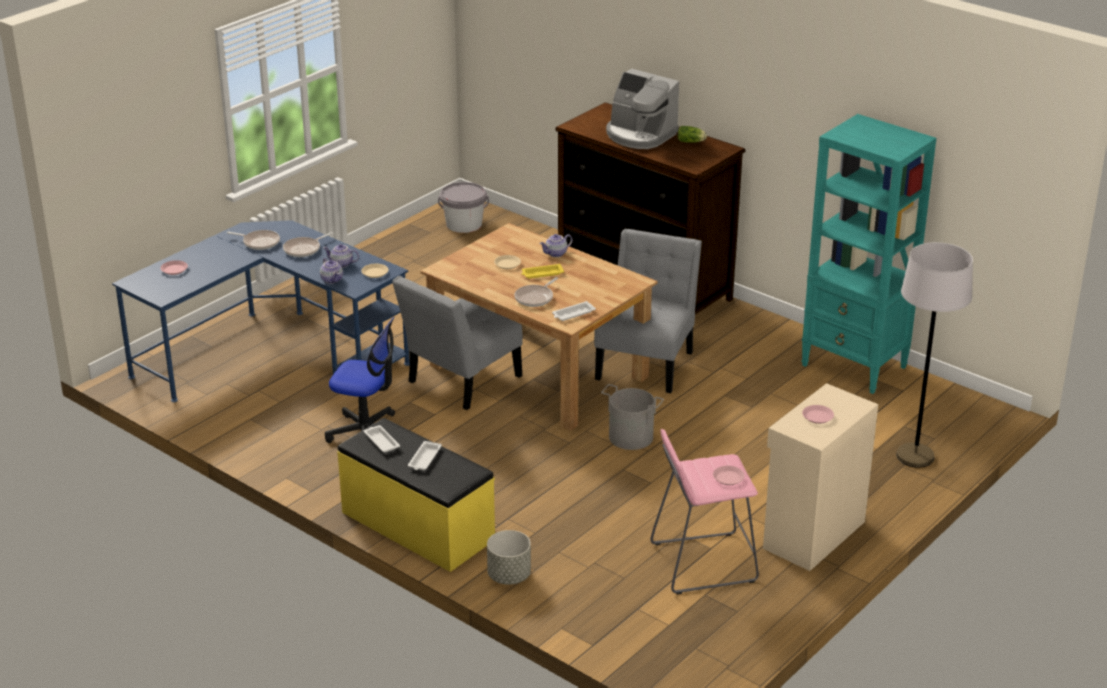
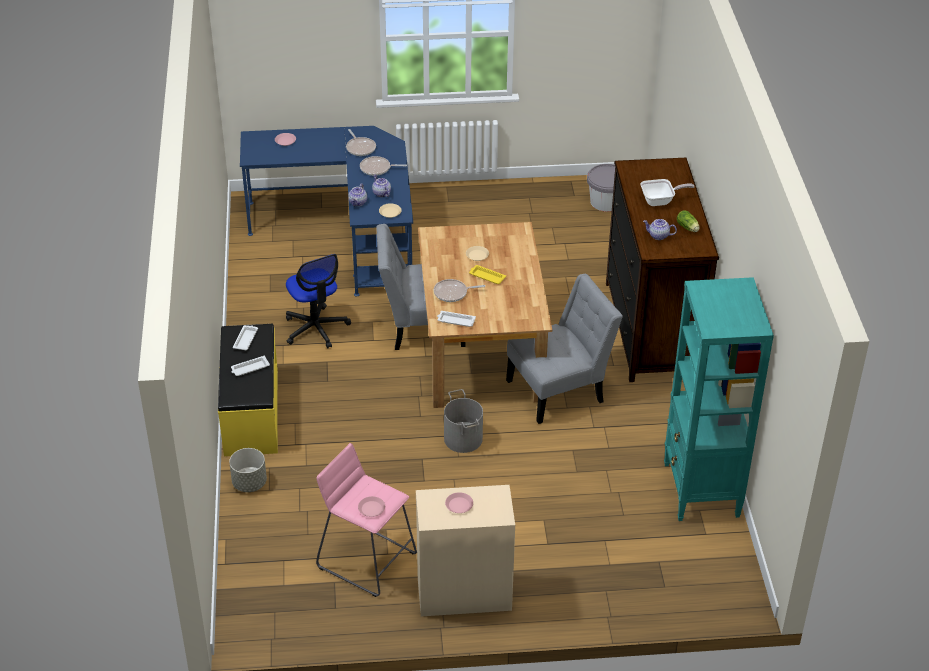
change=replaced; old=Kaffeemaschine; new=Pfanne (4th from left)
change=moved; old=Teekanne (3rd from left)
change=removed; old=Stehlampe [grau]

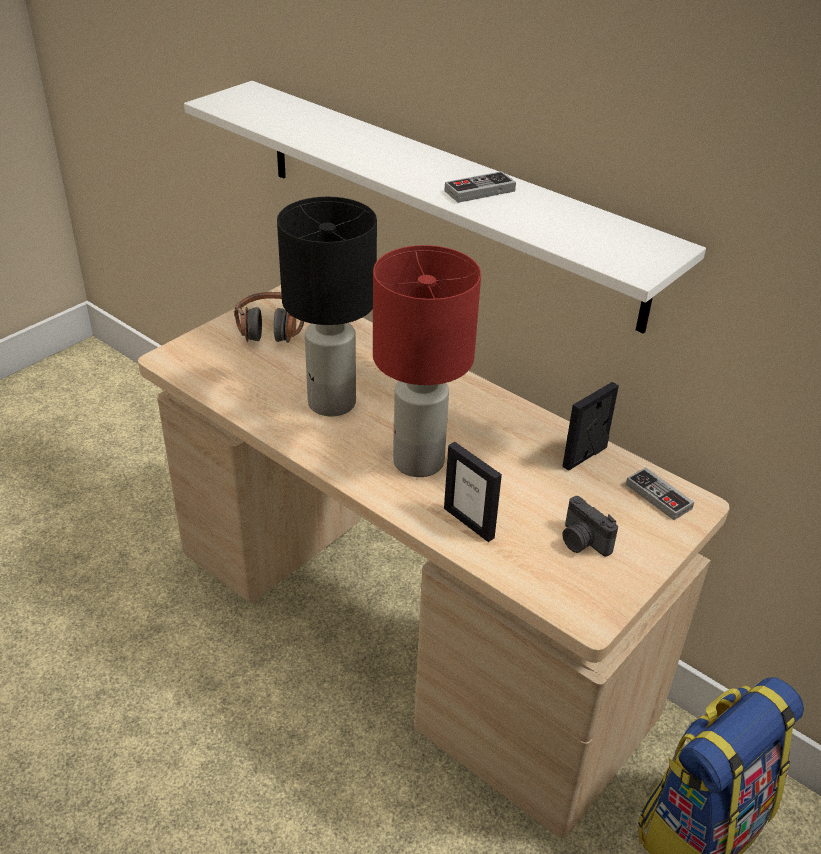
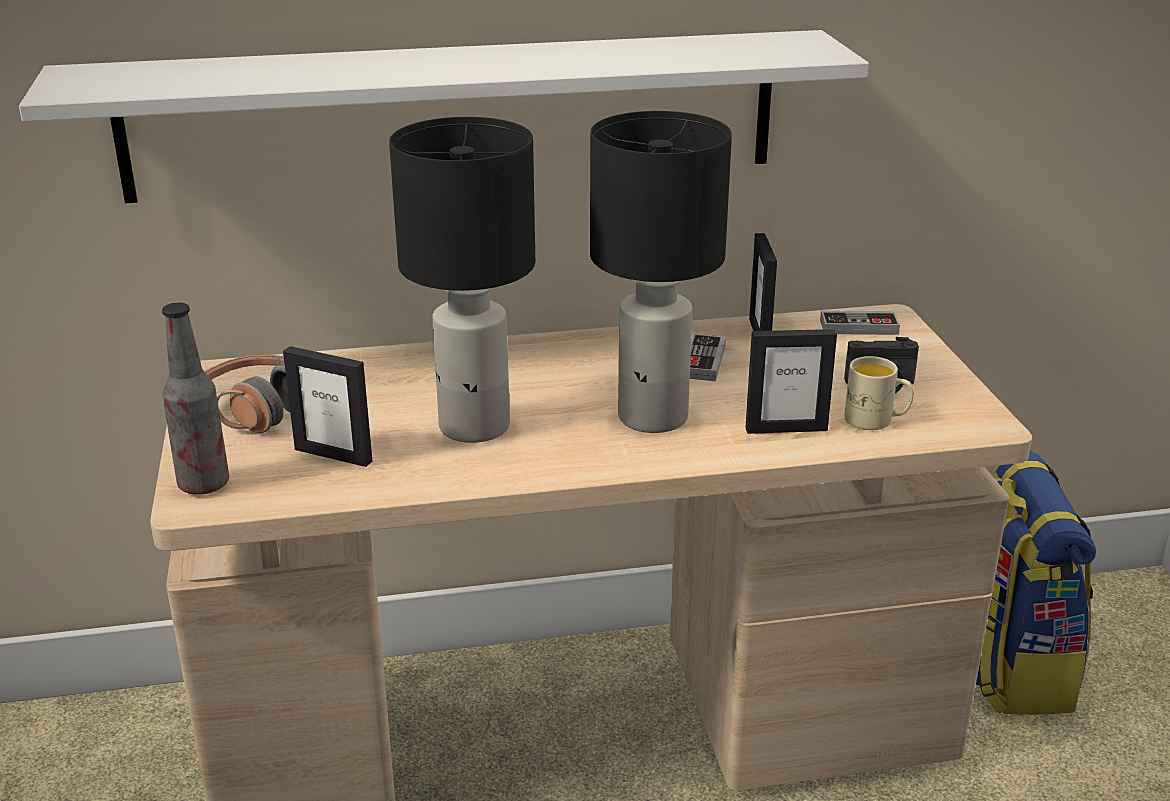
change=moved; old=Gamepad (1st from left)
change=recoloured; old=Tischlampe [rot]; new=Tischlampe [schwarz] (2nd from left)
change=added; new=Flasche
change=added; new=Bilderrahmen (1st from left)
change=added; new=Henkelbecher [beige]

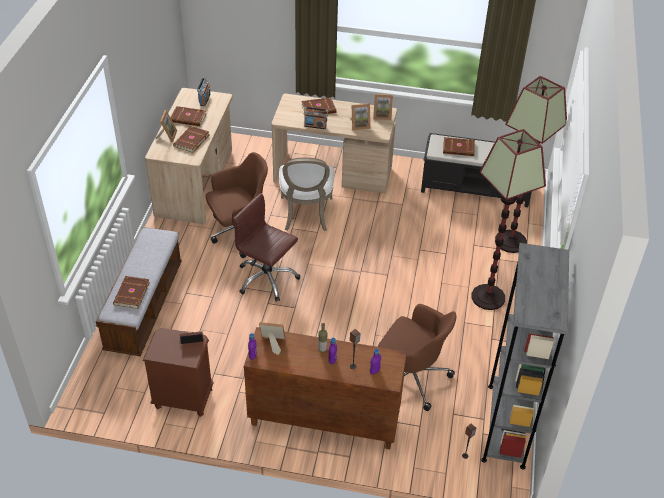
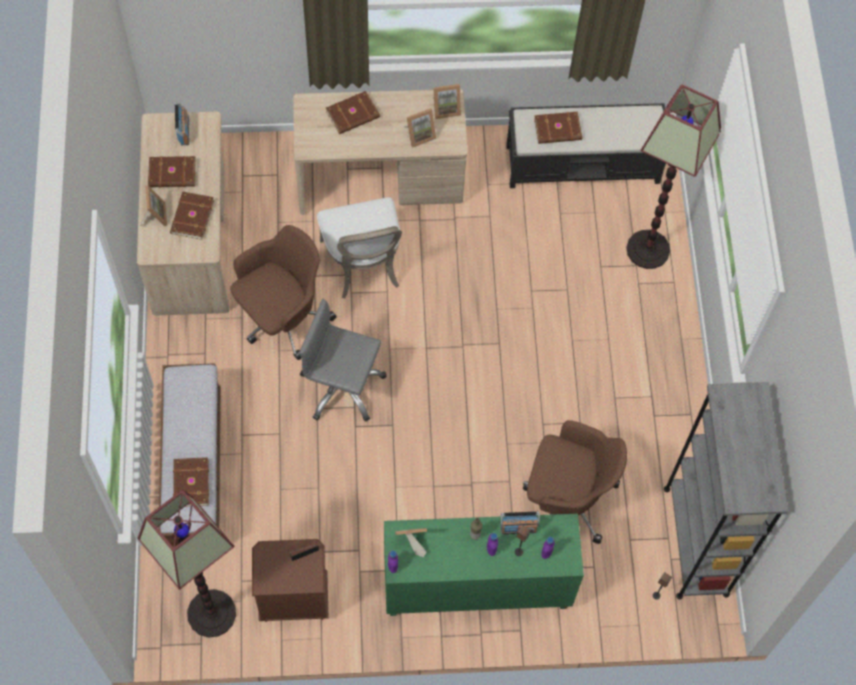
change=moved; old=Radio (3rd from left)
change=moved; old=Stehlampe (1st from left)
change=recoloured; old=Bürostuhl [braun] (2nd from left); new=Bürostuhl [grau]
change=recoloured; old=Schrank [braun]; new=Schrank [grün]

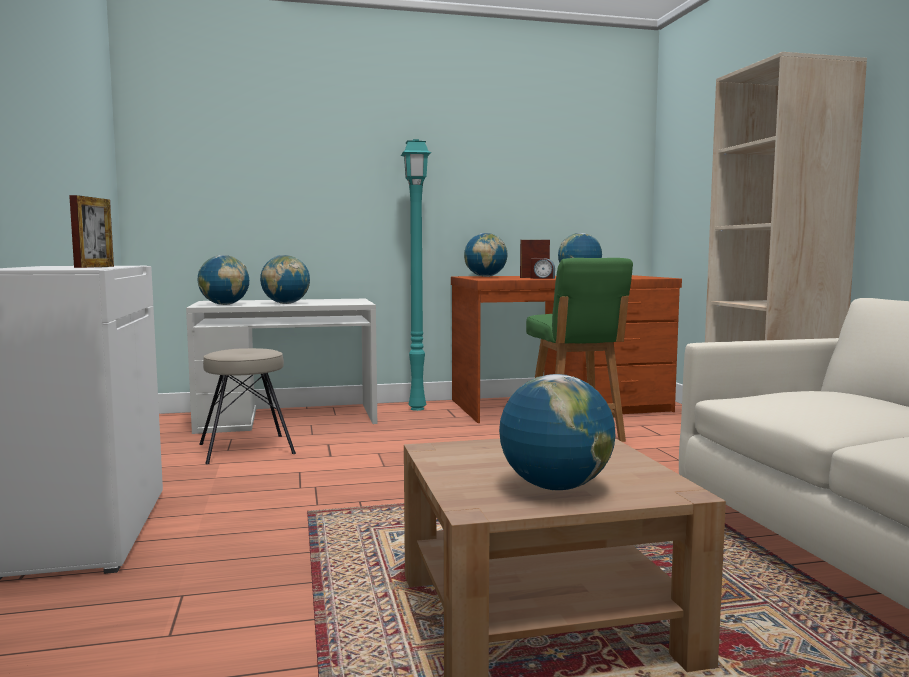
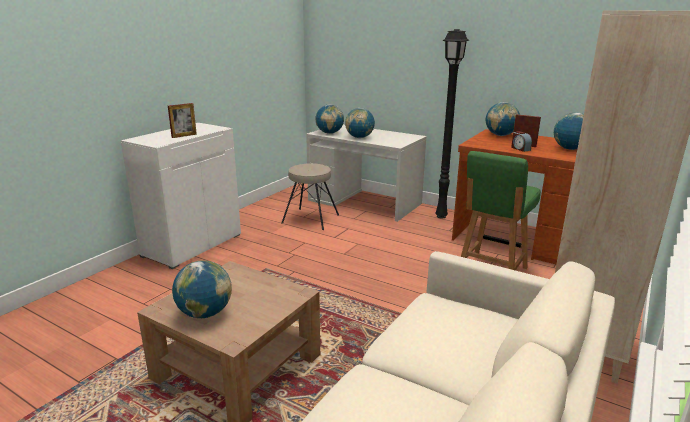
change=recoloured; old=Stehlampe [türkis]; new=Stehlampe [schwarz]

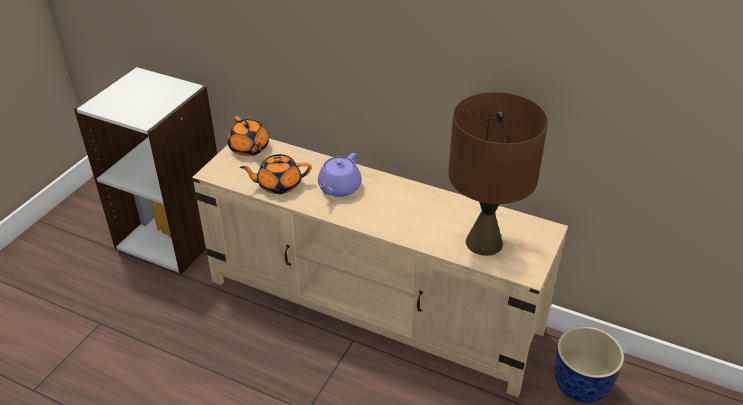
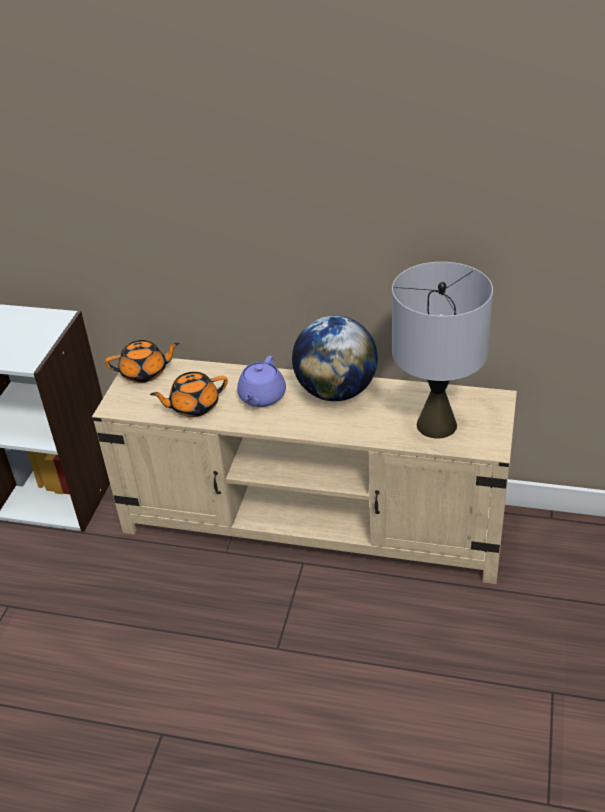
change=recoloured; old=Tischlampe [braun]; new=Tischlampe [grau]
change=turned; old=Teekanne [orange] (1st from left); degrees=-60
change=removed; old=Pflanzkübel
change=added; new=Globus

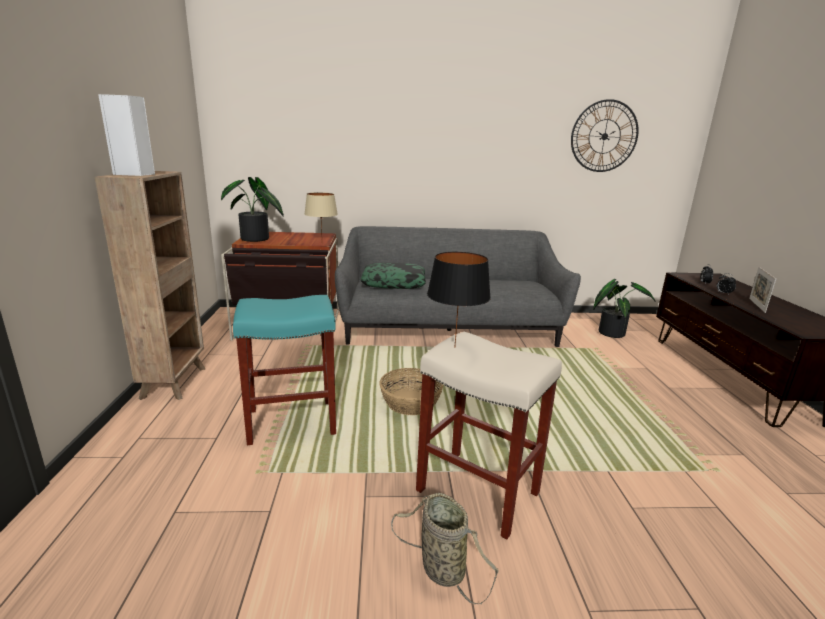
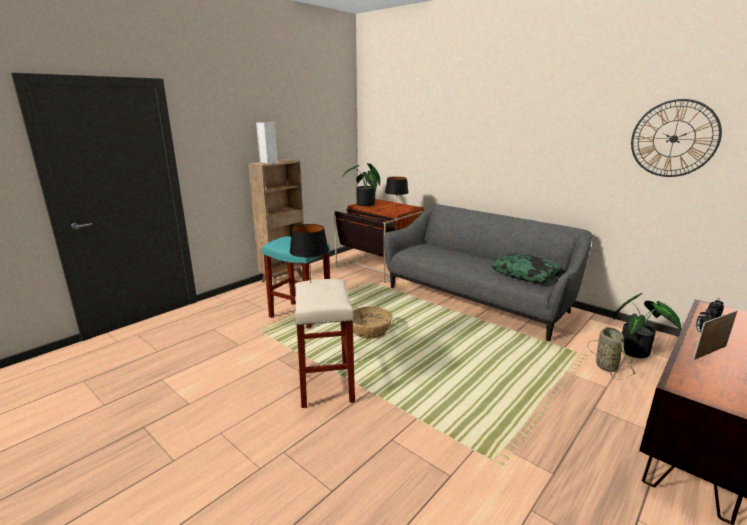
change=recoloured; old=Tischlampe [beige]; new=Tischlampe [schwarz] (2nd from left)
change=moved; old=Kissen
change=moved; old=Korb (2nd from left)

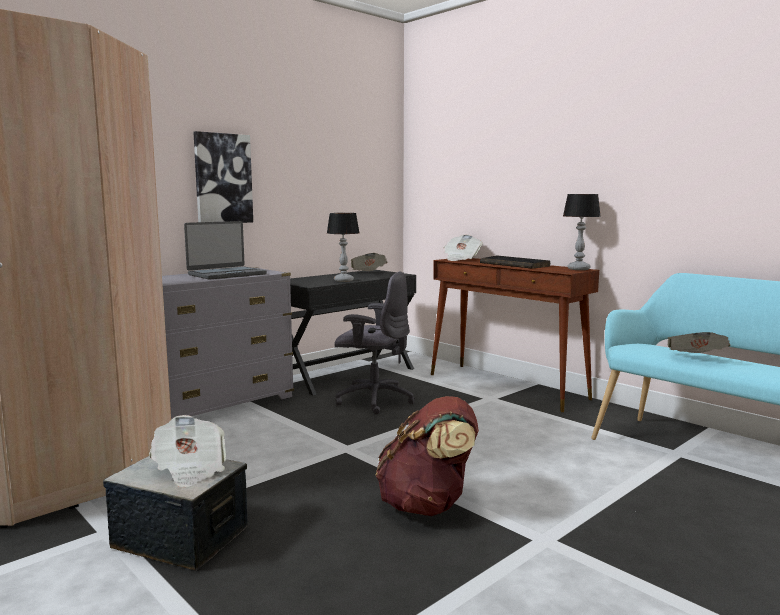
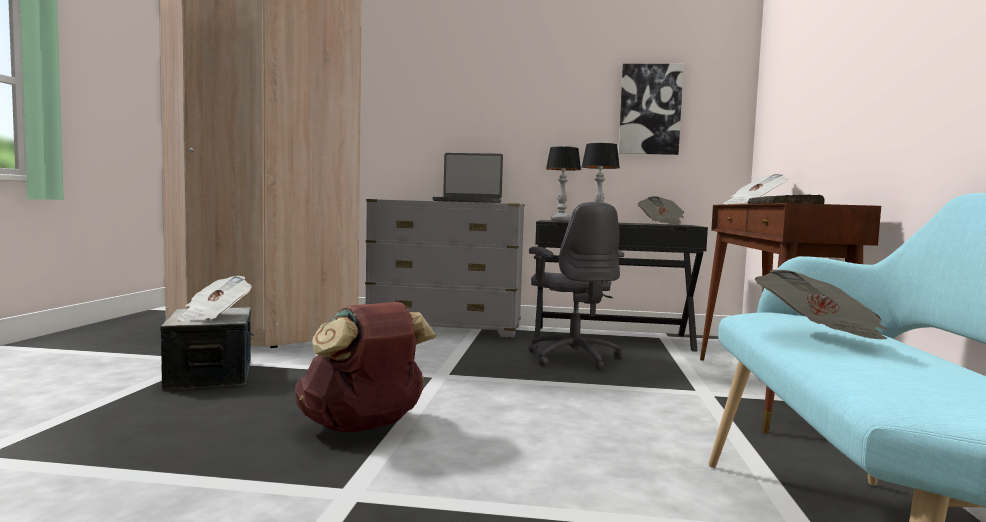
change=moved; old=Bild
change=moved; old=Tischlampe (2nd from left in the first image); new=Tischlampe (1st from left)

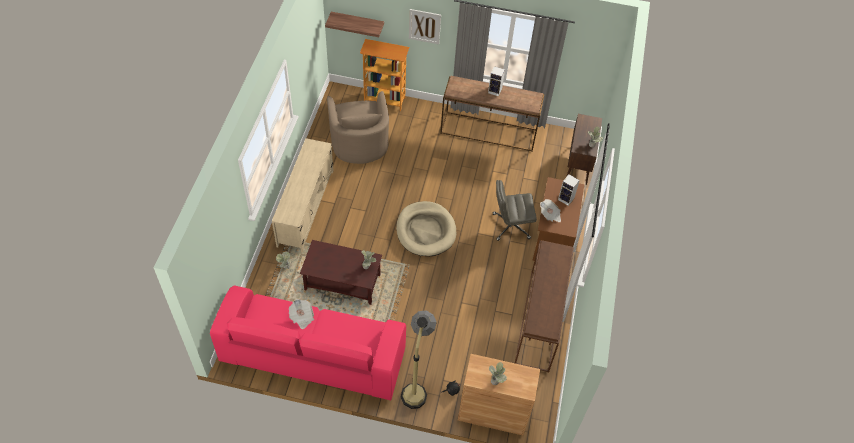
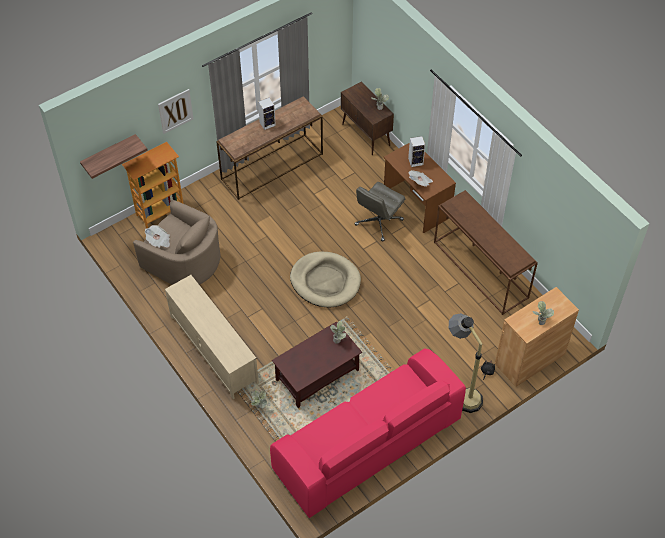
change=moved; old=Zeitung (1st from left)

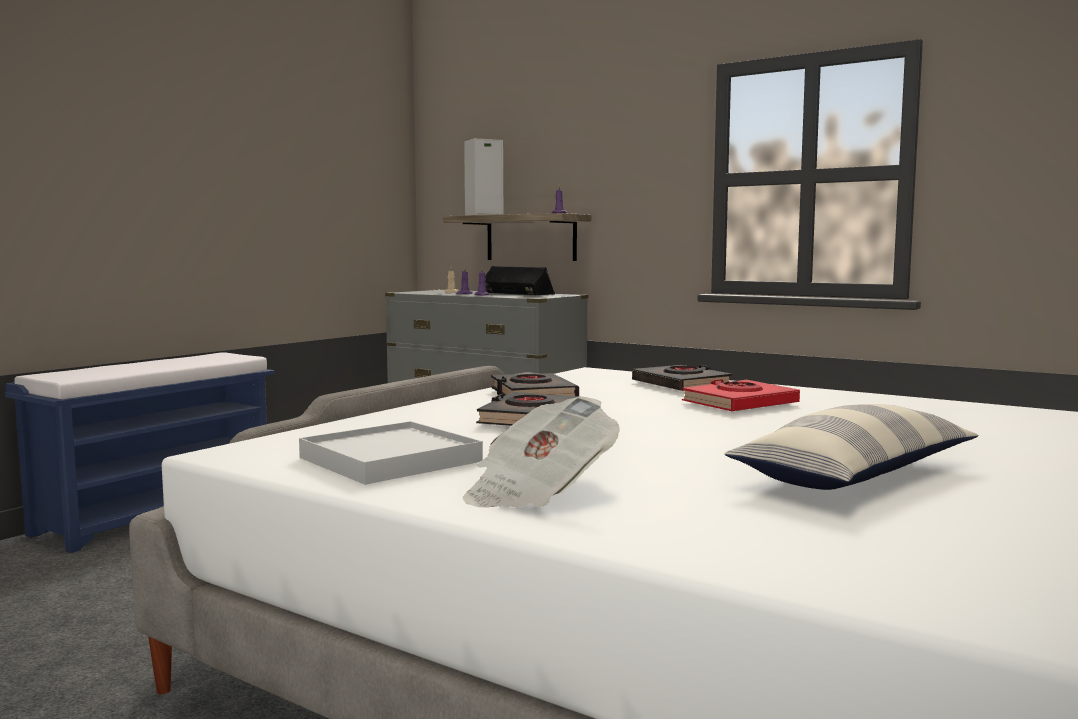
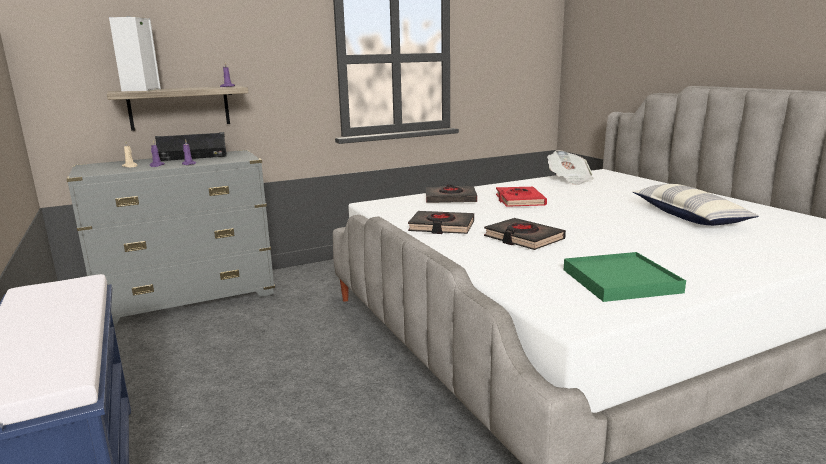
change=moved; old=Zeitung
change=recoloured; old=Tablett [weiß]; new=Tablett [grün]

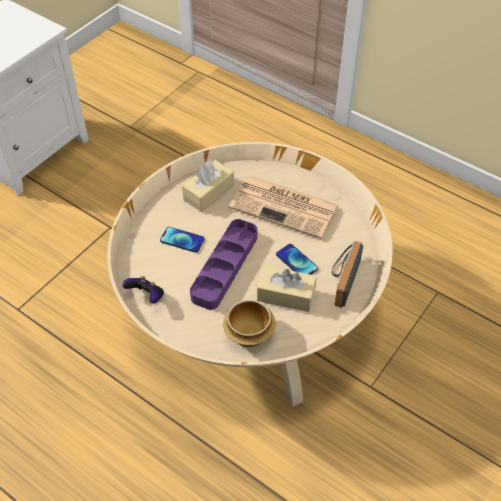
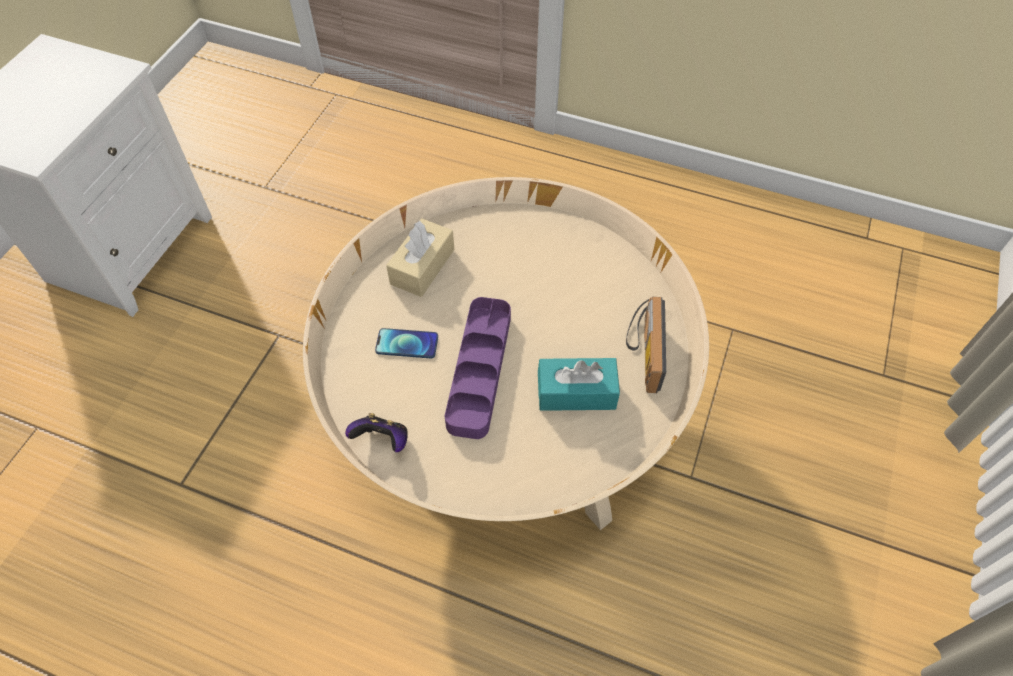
change=removed; old=Zeitung
change=removed; old=Handy (2nd from left)
change=recoloured; old=Taschentuchbox [beige] (2nd from left); new=Taschentuchbox [türkis]
change=removed; old=Schüssel

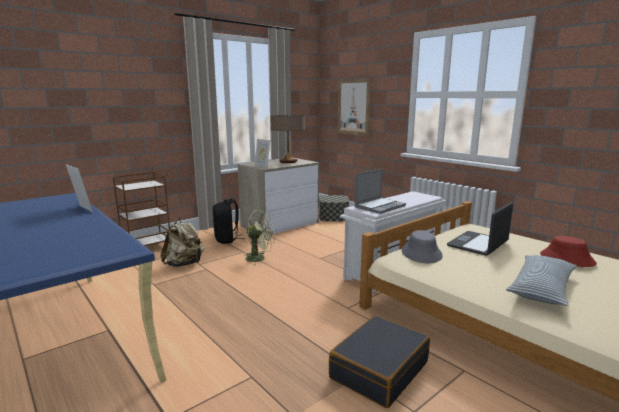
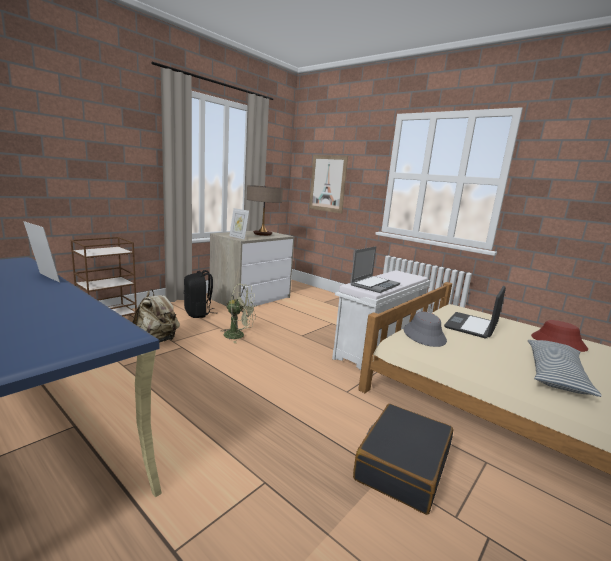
change=removed; old=Aufbewahrungsbox

